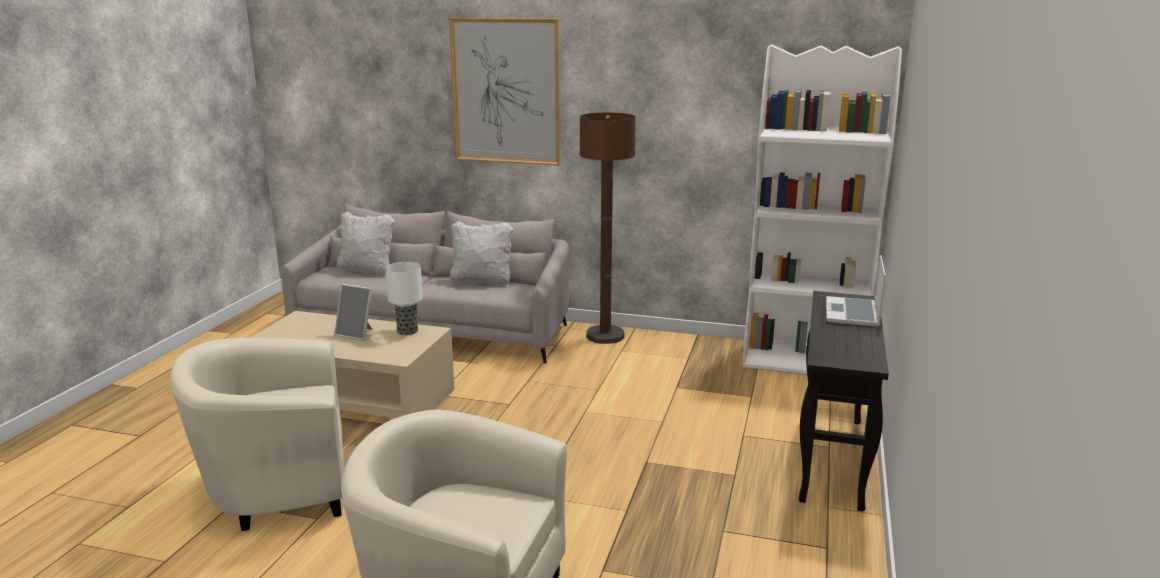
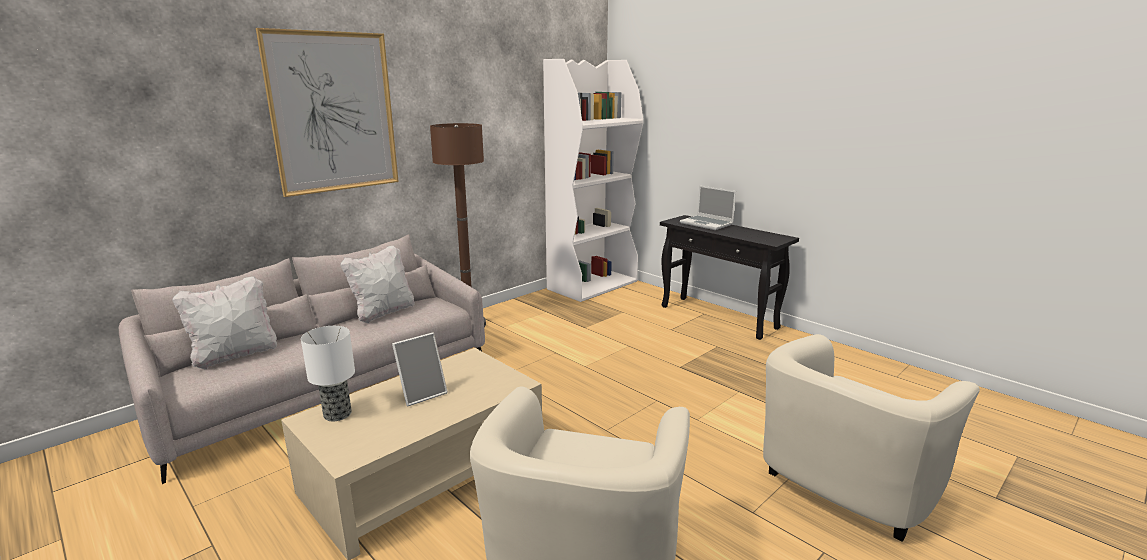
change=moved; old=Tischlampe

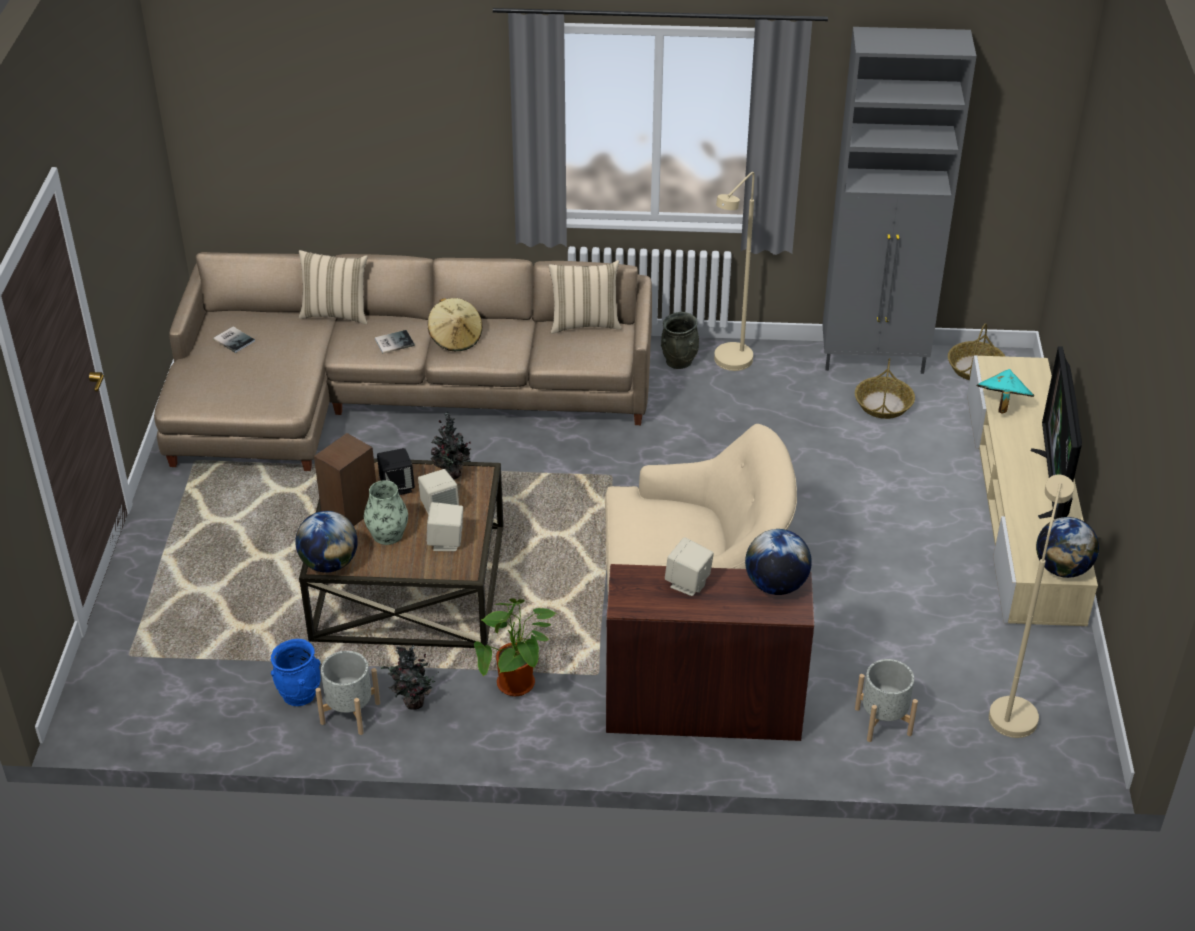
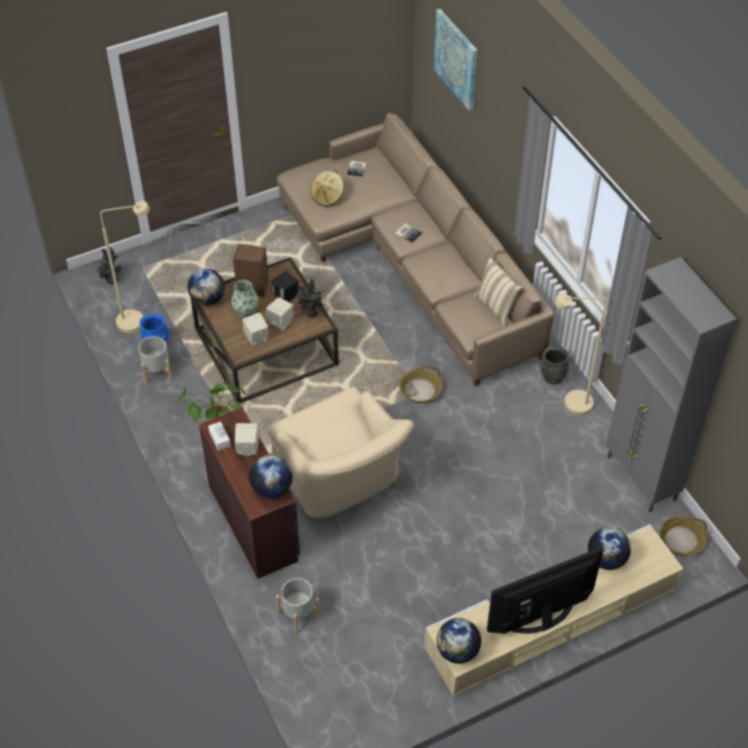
change=removed; old=Kissen [beige] (1st from left)
change=moved; old=Hut [beige]
change=moved; old=Korb (1st from left)
change=replaced; old=Hut [türkis]; new=Globus (4th from left)
change=moved; old=Stehlampe [beige] (2nd from left in the first image); new=Stehlampe [beige] (1st from left)
change=moved; old=Topfpflanze (1st from left)
change=added; new=Bild
change=added; new=Taschentuchbox [weiß]

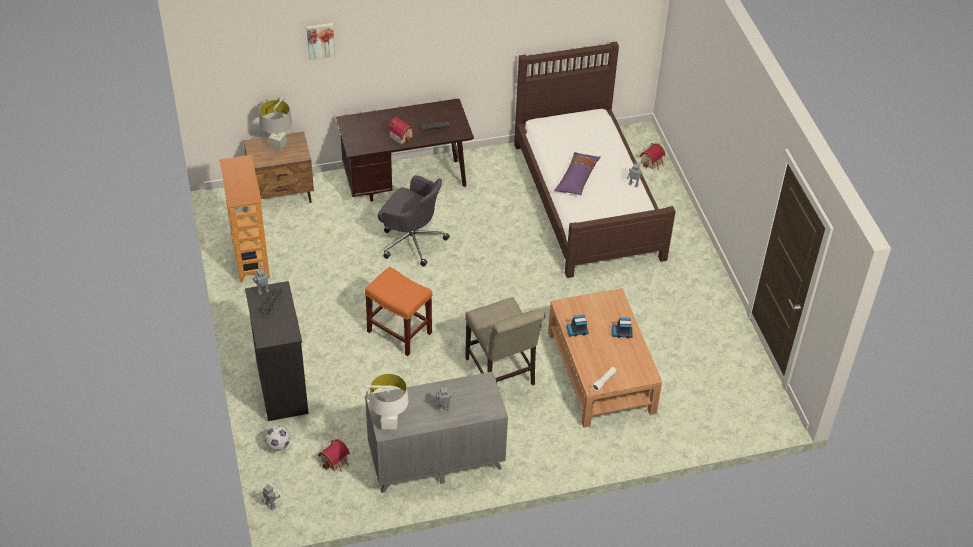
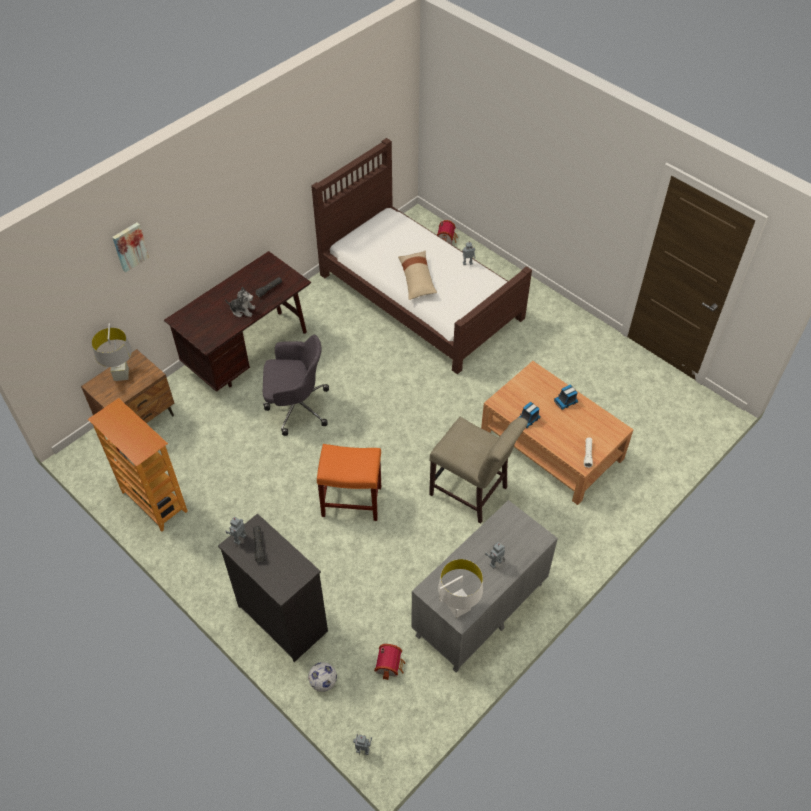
change=replaced; old=Spielzeughaus (2nd from left); new=Plüschtier
change=recoloured; old=Kissen [lila]; new=Kissen [beige]

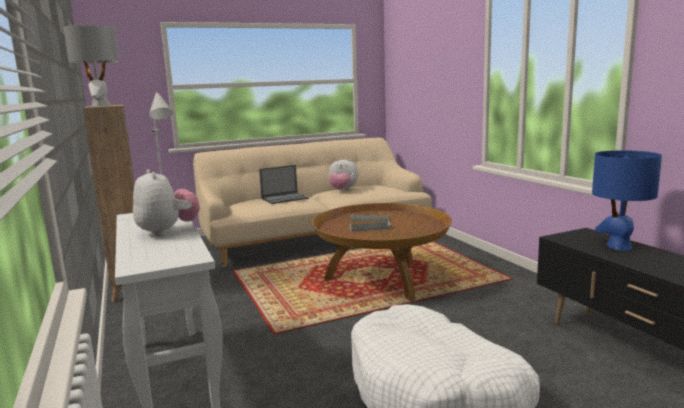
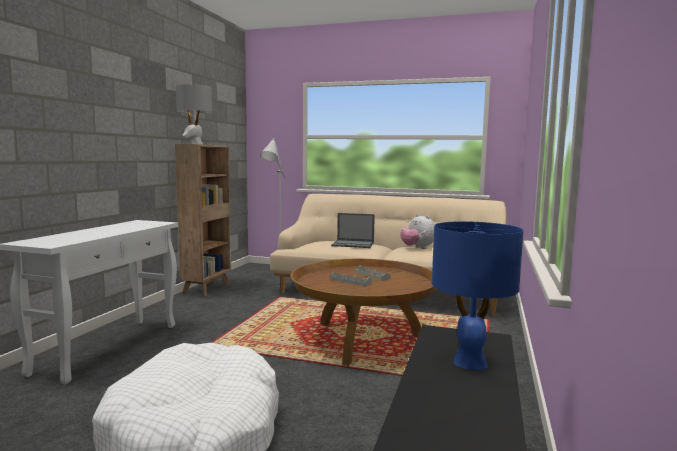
change=removed; old=Plüschtier (1st from left)

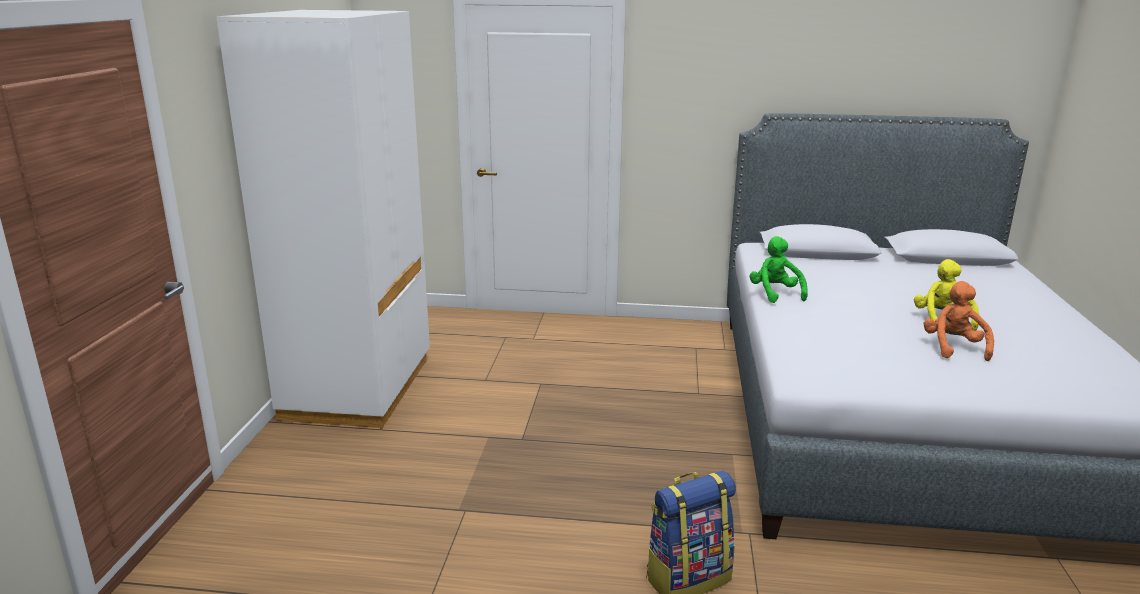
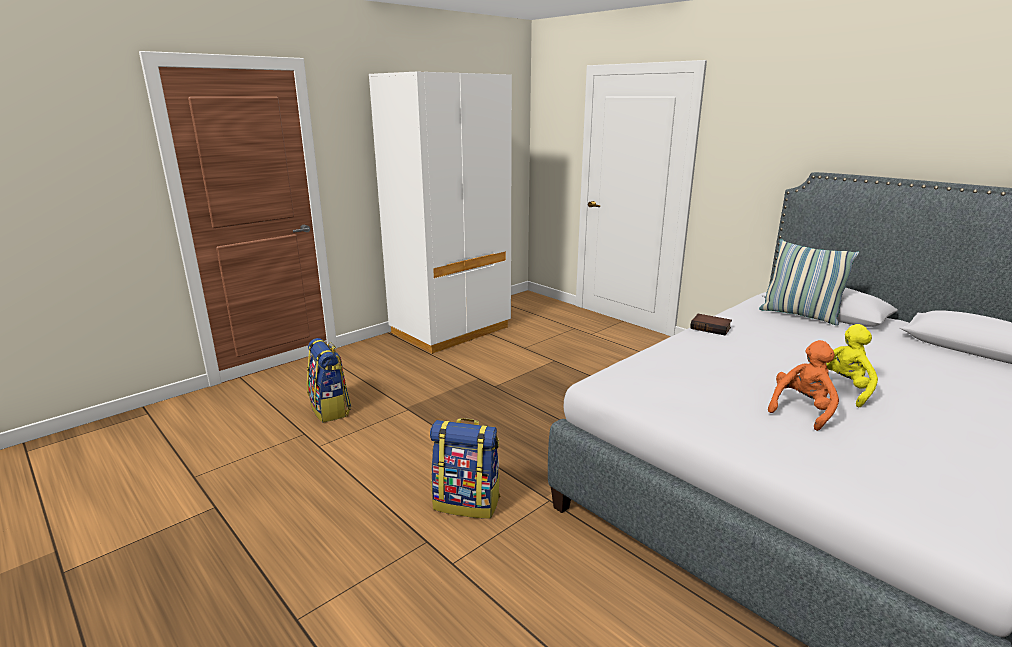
change=replaced; old=Plüschtier [grün]; new=Buch
change=added; new=Kissen
change=added; new=Rucksack (1st from left)

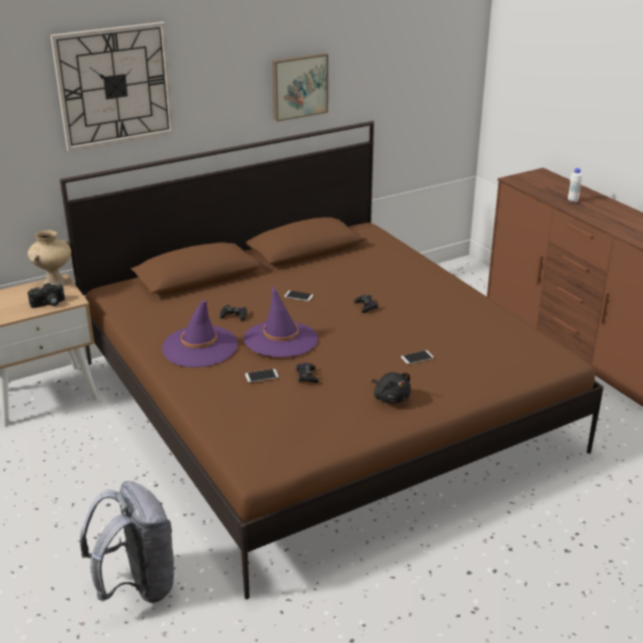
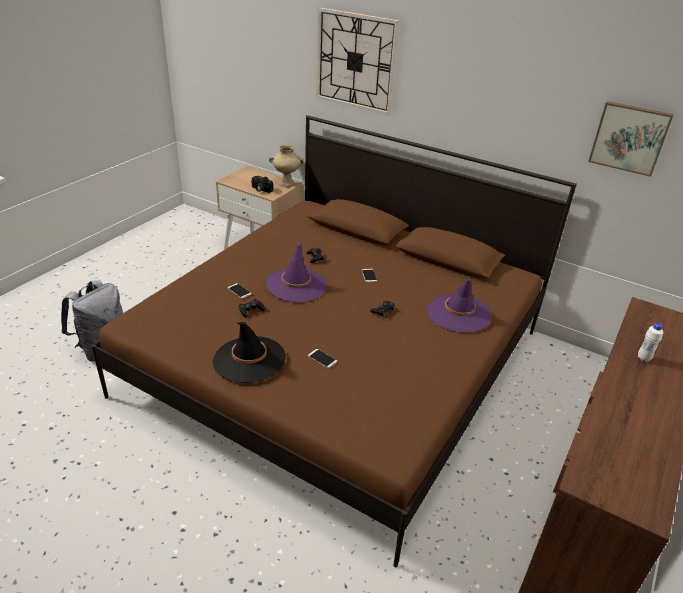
change=moved; old=Bild
change=moved; old=Hut [lila] (1st from left in the first image); new=Hut [lila] (2nd from left)
change=replaced; old=Plüschtier [schwarz]; new=Hut [schwarz]

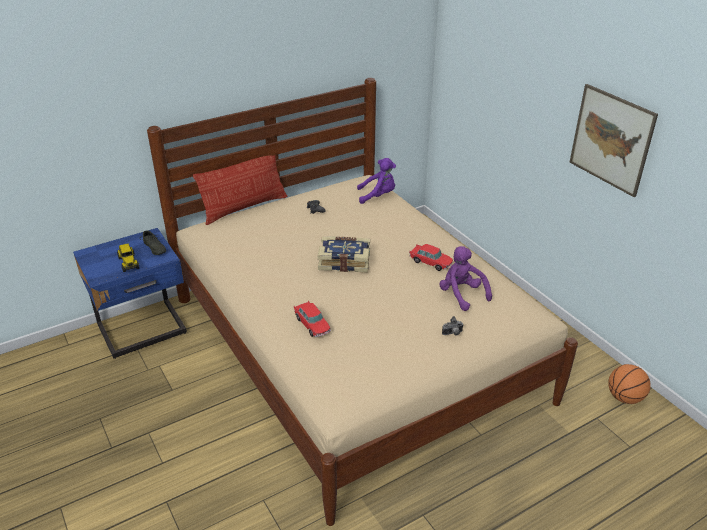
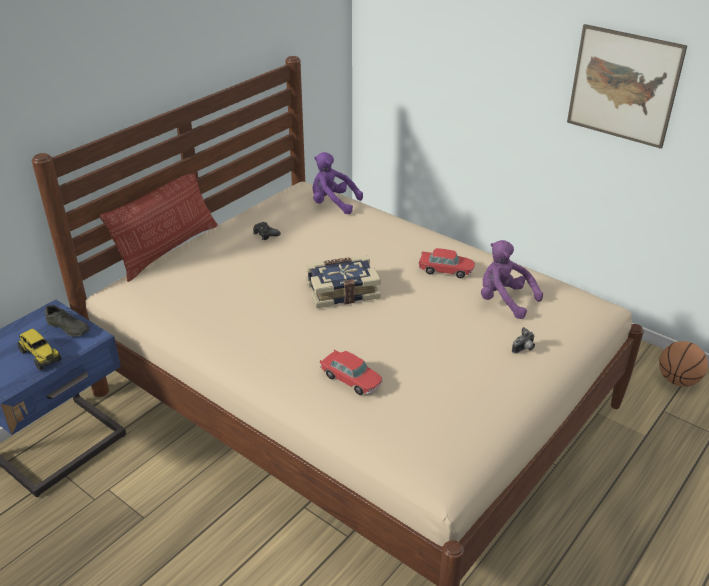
change=turned; old=Plüschtier [lila] (1st from left); degrees=-135

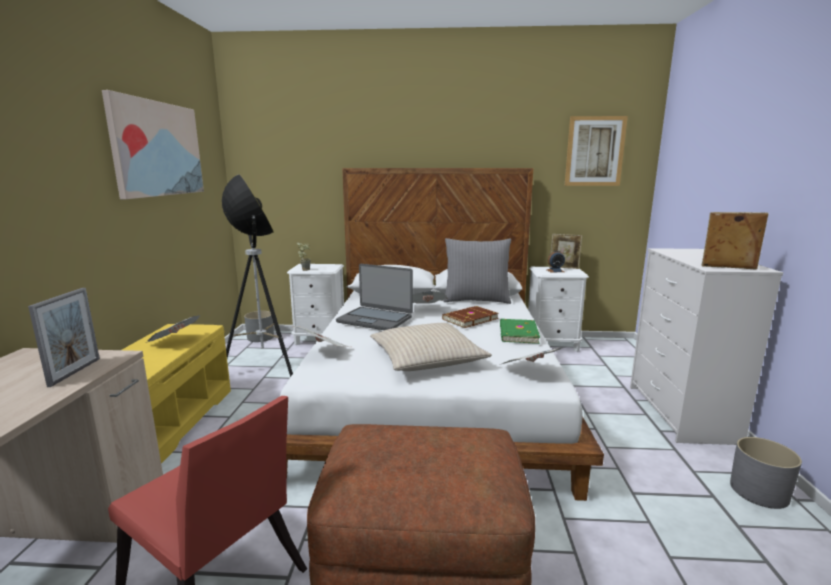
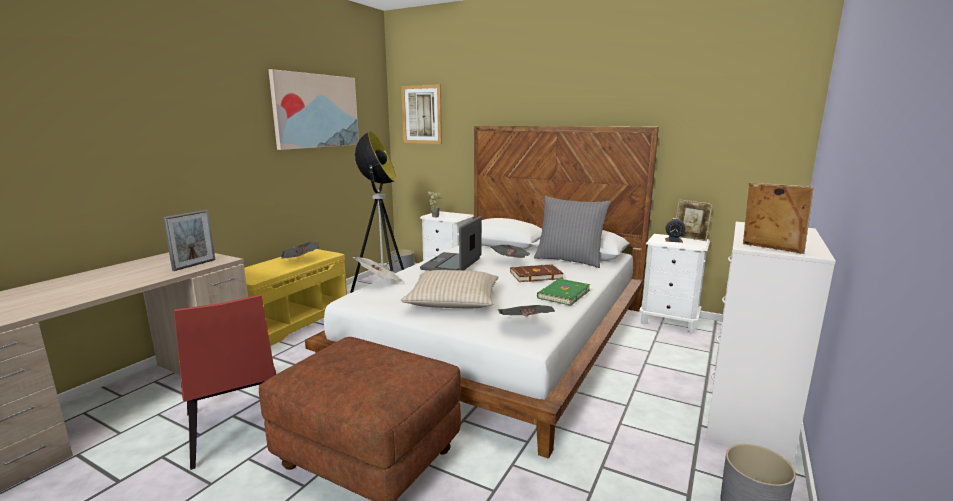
change=moved; old=Bild (2nd from left)
change=turned; old=Laptop; degrees=60

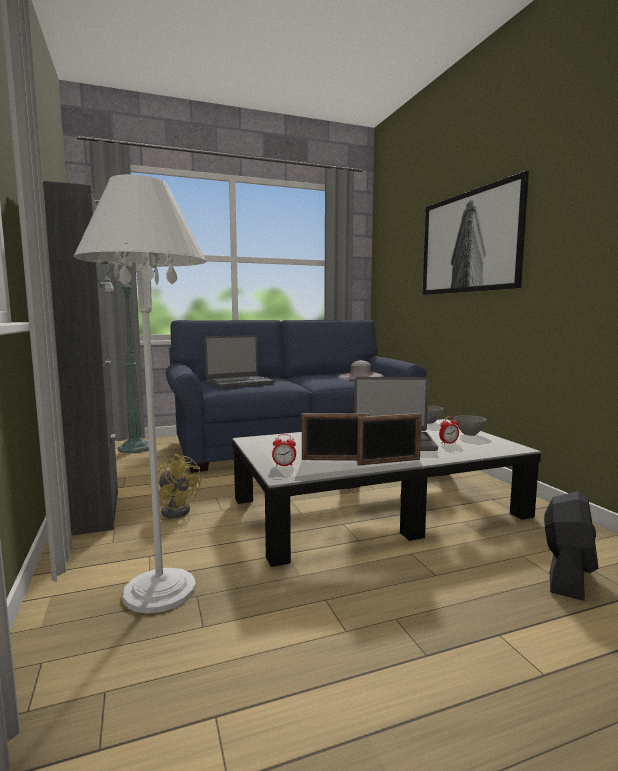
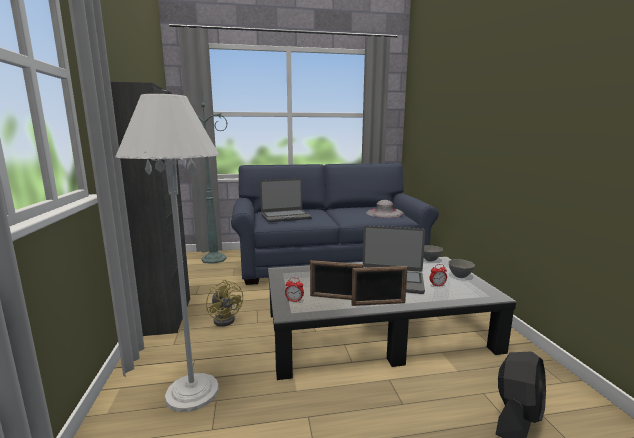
change=removed; old=Bild

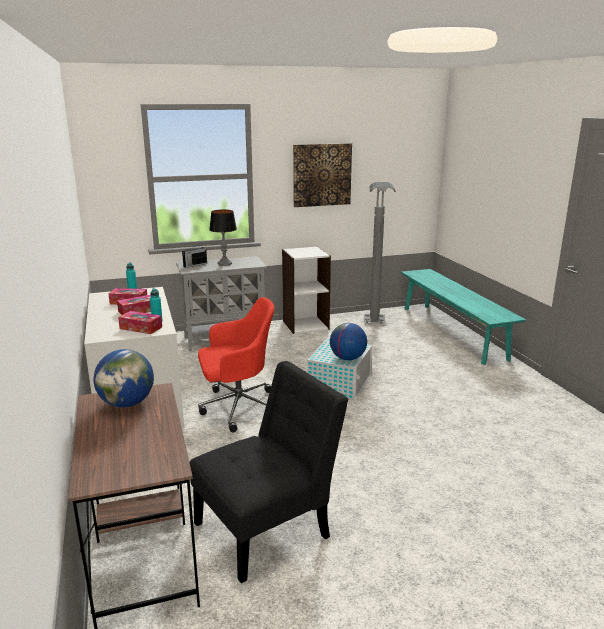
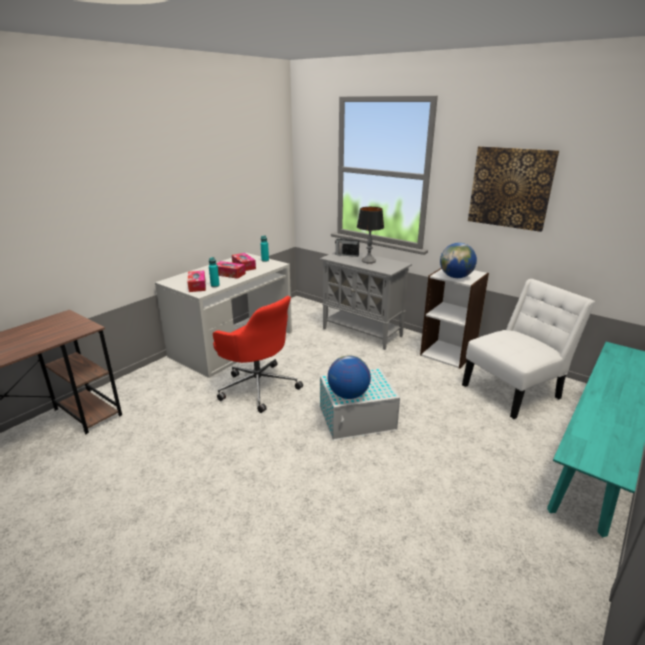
change=replaced; old=Stehlampe [grau]; new=Stuhl [weiß]
change=moved; old=Globus (1st from left in the first image); new=Globus (2nd from left)
change=removed; old=Stuhl [schwarz]

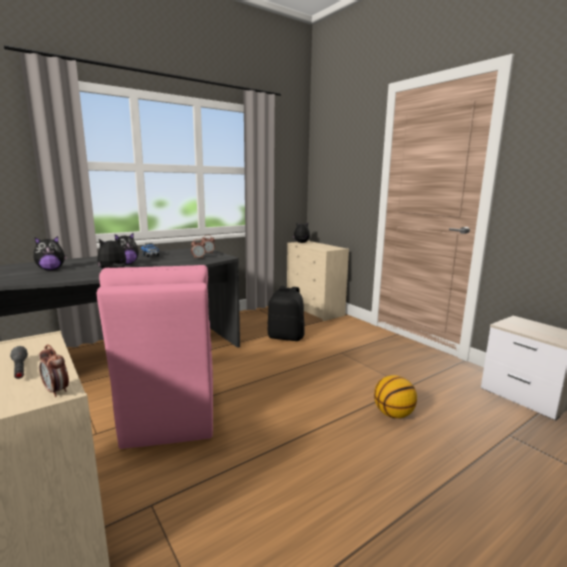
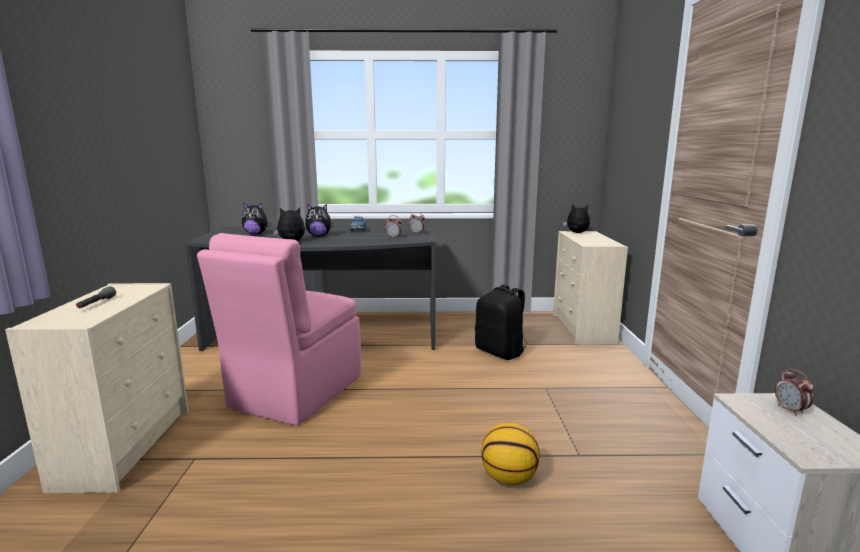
change=moved; old=Wecker (1st from left in the first image); new=Wecker (3rd from left)

